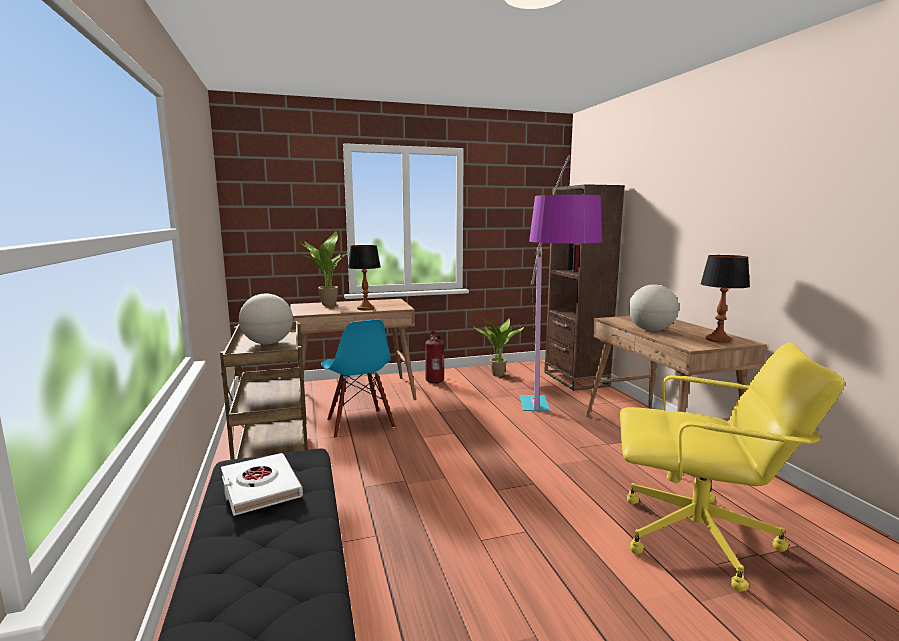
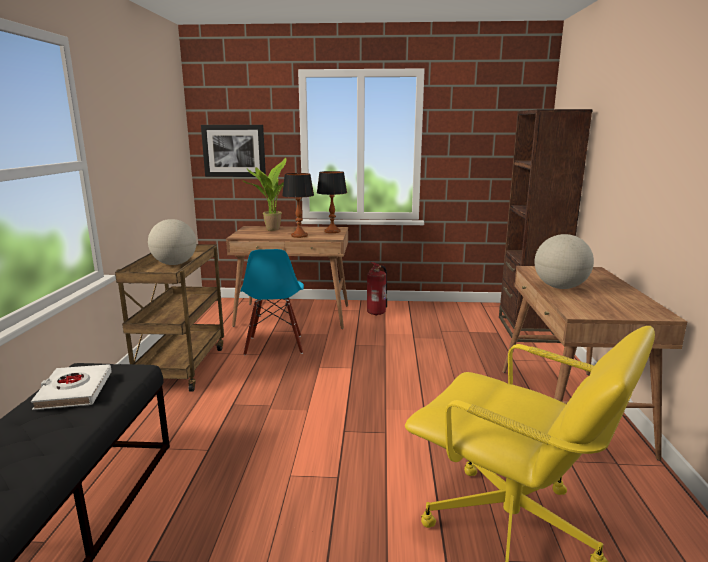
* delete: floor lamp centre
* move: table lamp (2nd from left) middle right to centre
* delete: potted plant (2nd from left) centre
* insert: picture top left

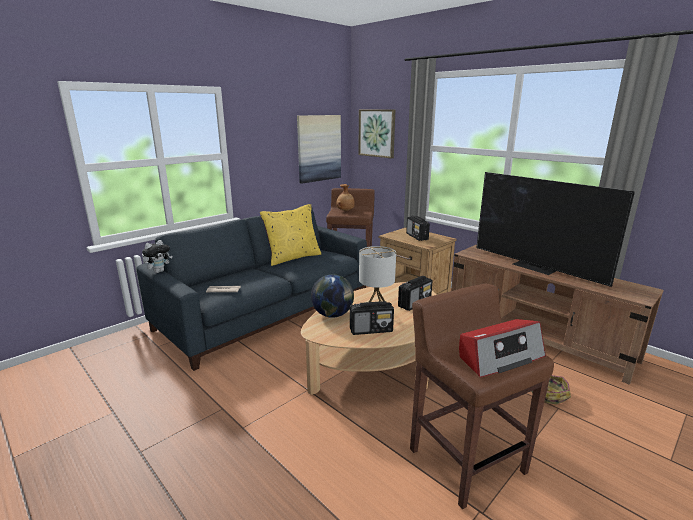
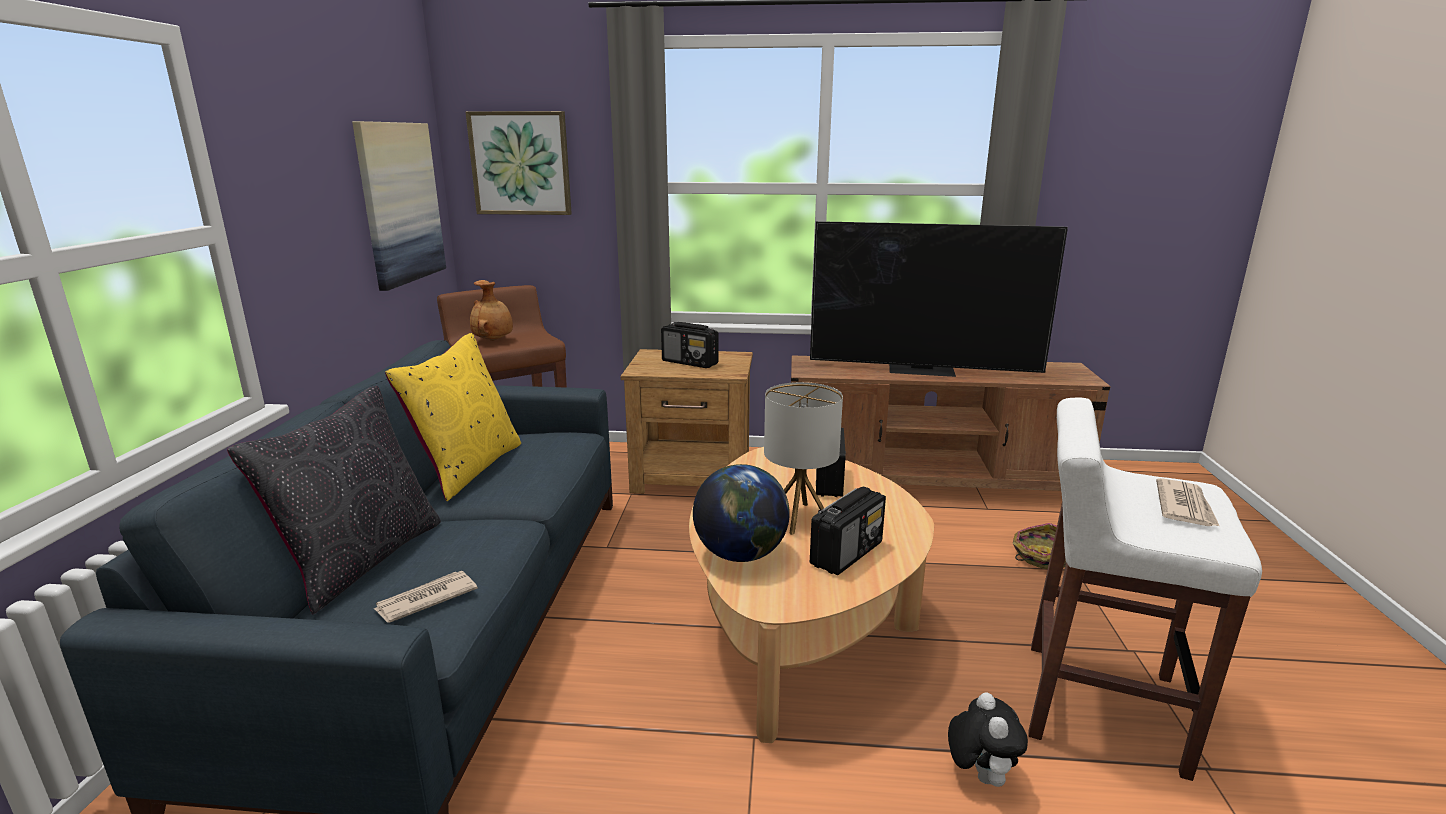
* move: plush toy middle left to bottom right
* recolor: brown stool (2nd from left) bottom right to white stool bottom right
* replace: radio (4th from left) bottom right to newspaper (2nd from left) middle right
* insert: black pillow middle left

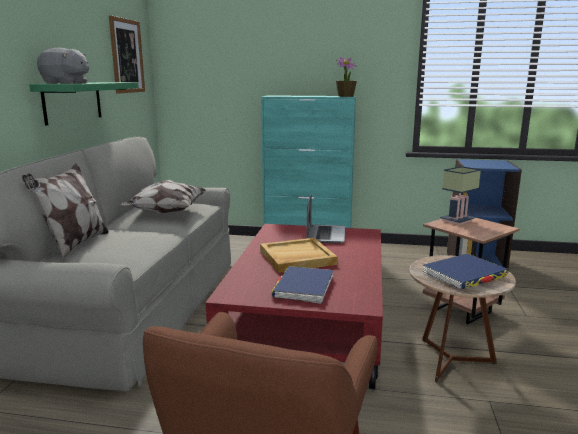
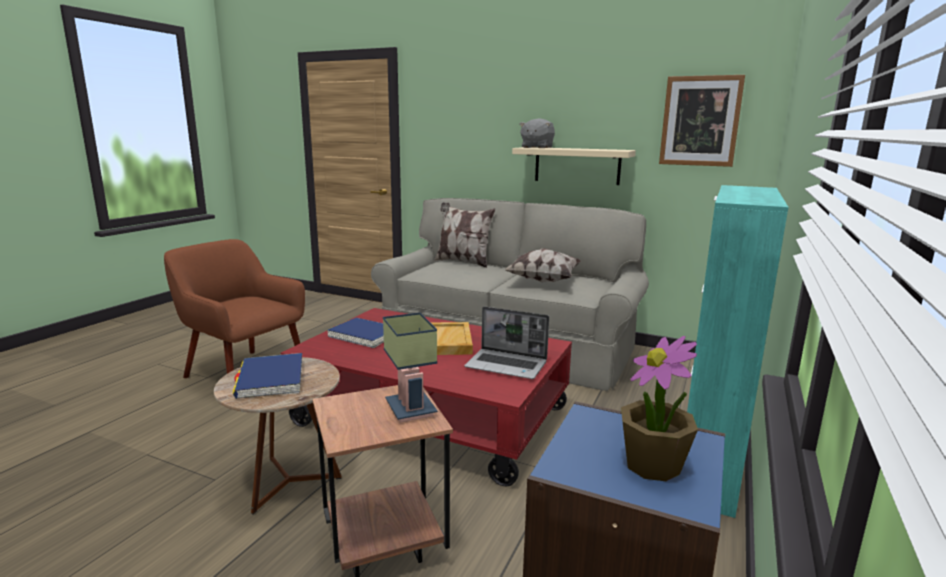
* move: potted plant top centre to bottom right
* recolor: green shelf top left to beige shelf top centre

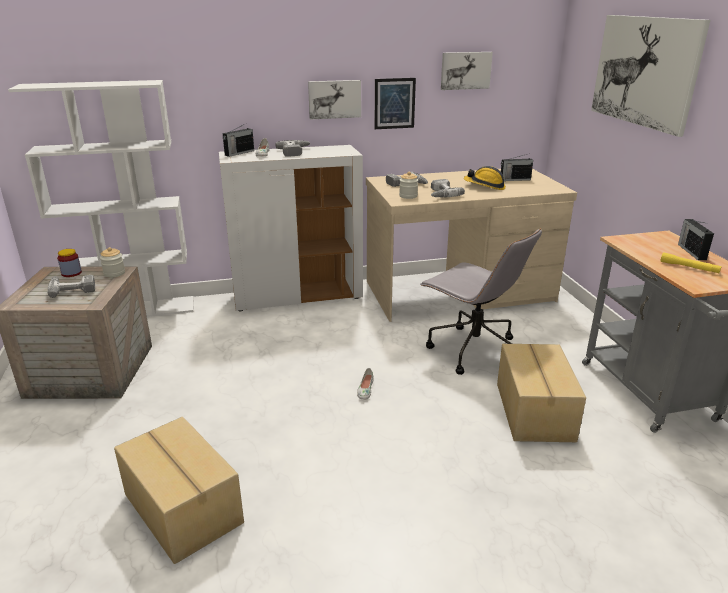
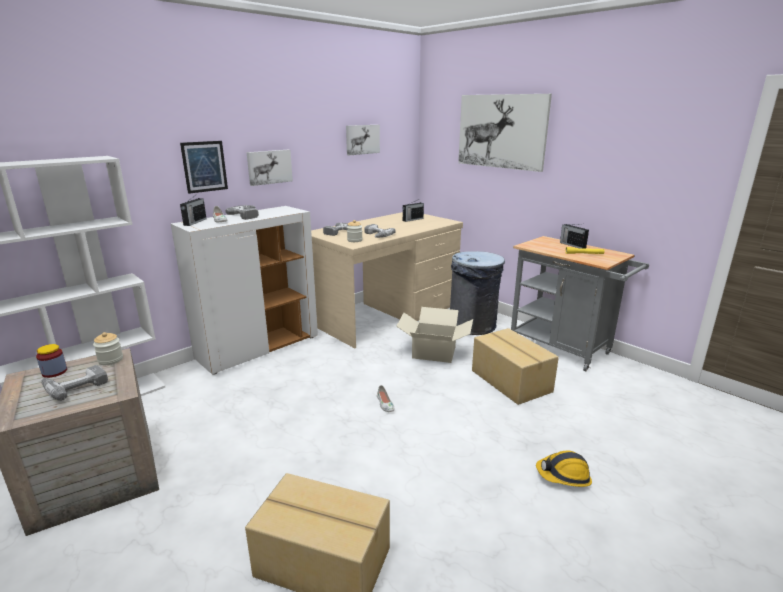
* move: picture (2nd from left in the first image) top centre to picture (1st from left) top left
* move: hard hat top centre to bottom right
* replace: grey office chair centre to cardboard box (2nd from left) centre
* insert: grey trash can centre

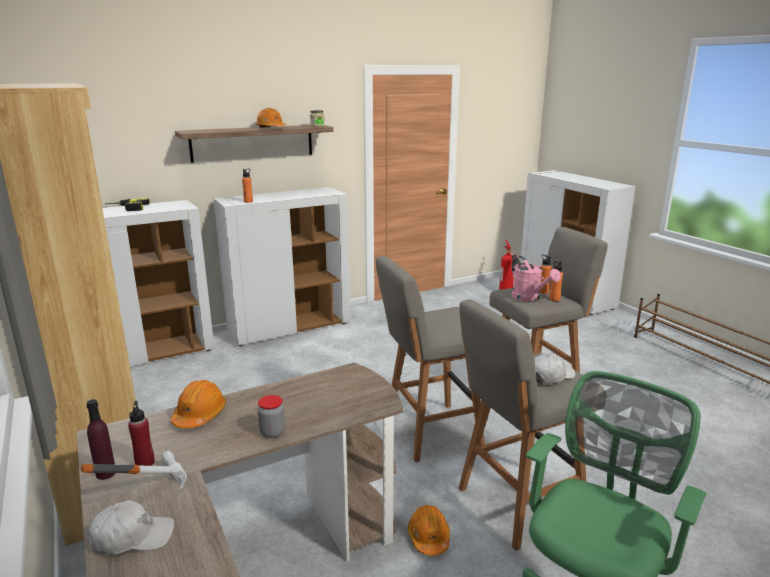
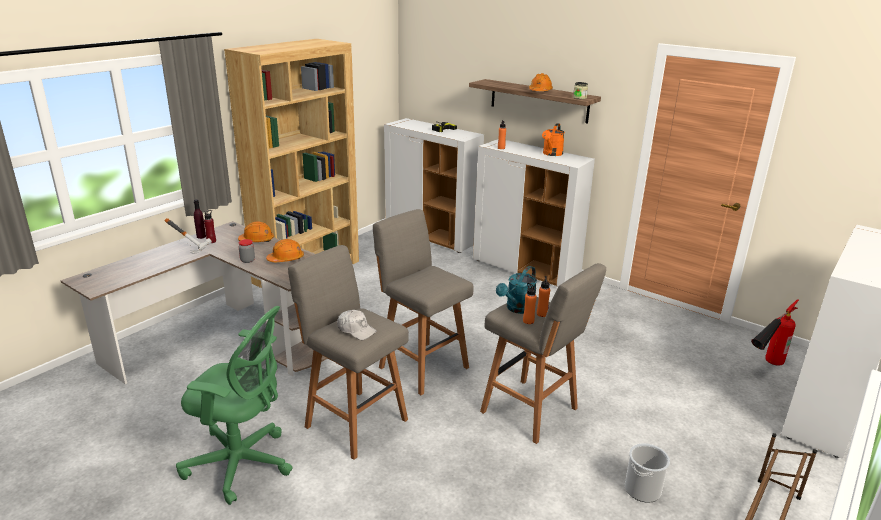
* recolor: pink watering can middle right to turquoise watering can centre
* delete: white cap (1st from left) bottom left
* move: orange hard hat (3rd from left in the first image) bottom centre to orange hard hat (2nd from left) middle left
* insert: orange watering can top centre
* insert: bucket bottom right

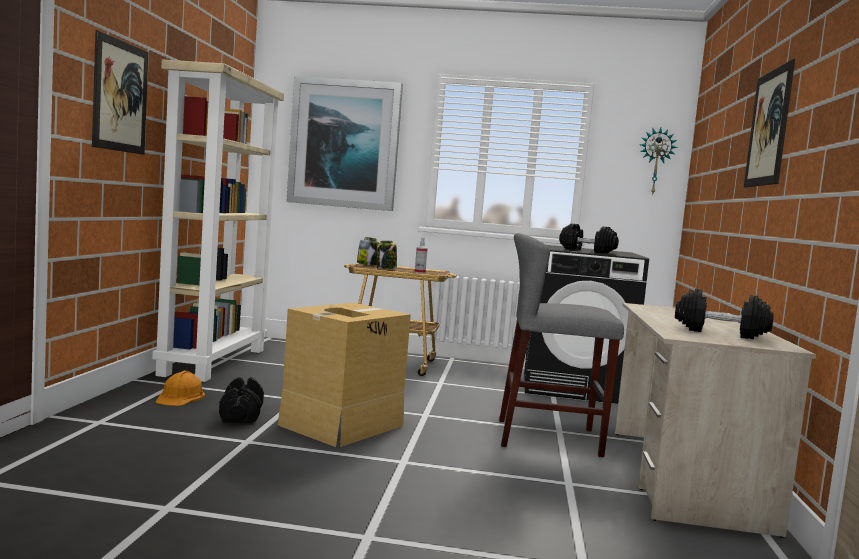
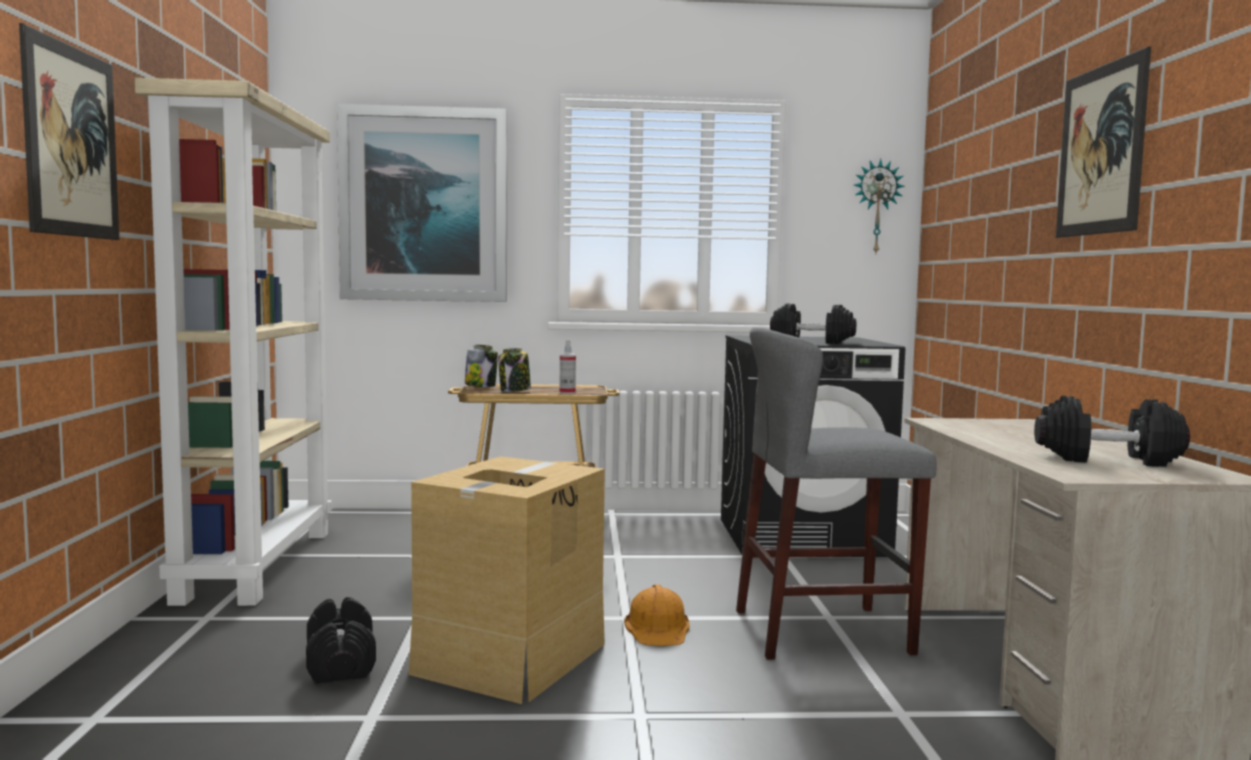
* move: orange hard hat bottom left to bottom centre

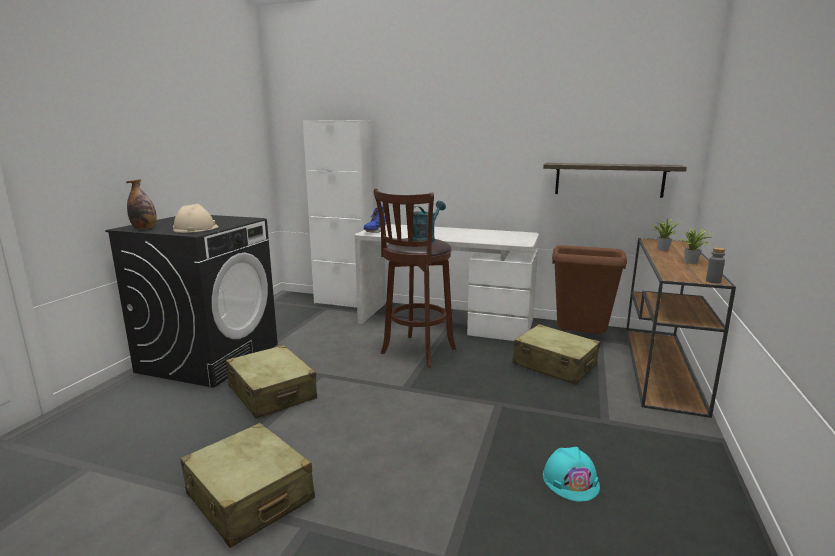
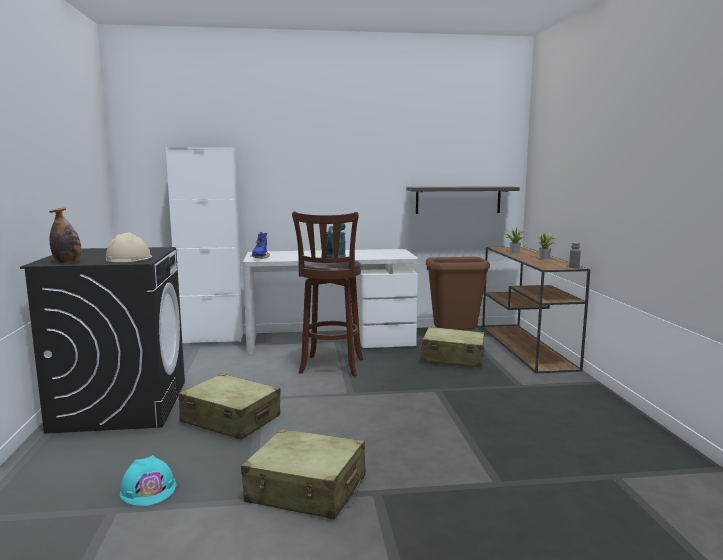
* move: turquoise hard hat bottom right to bottom left

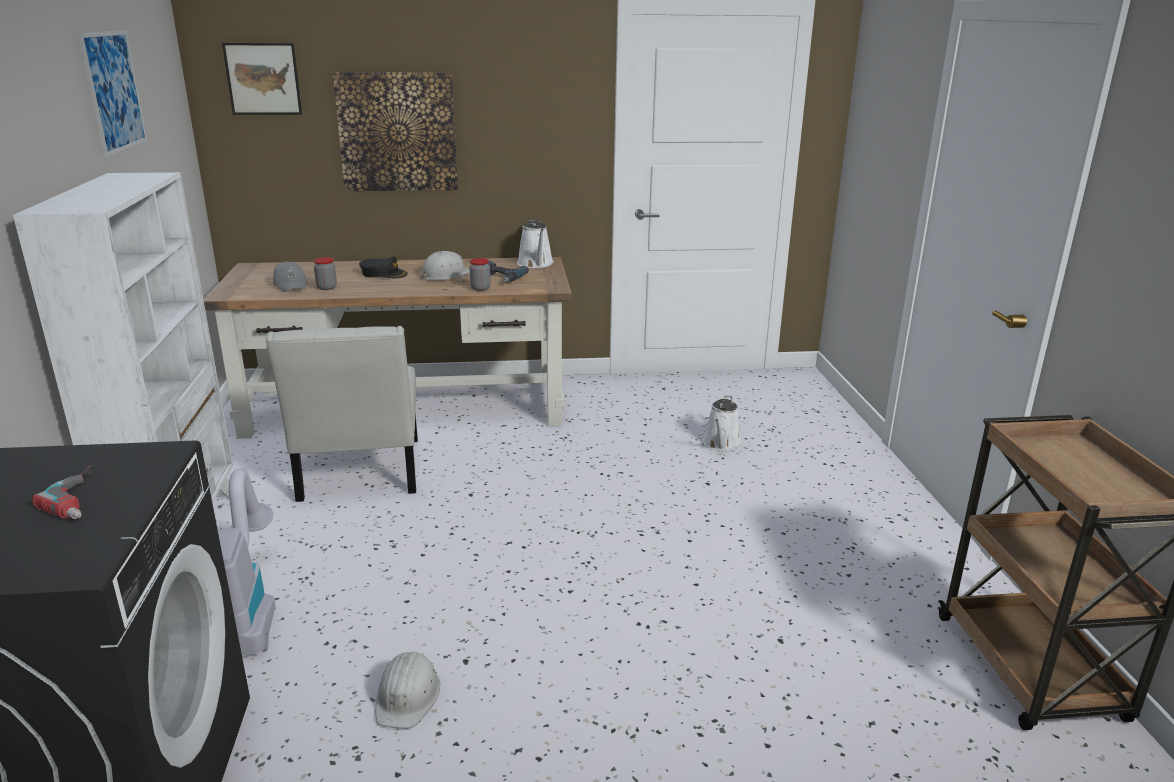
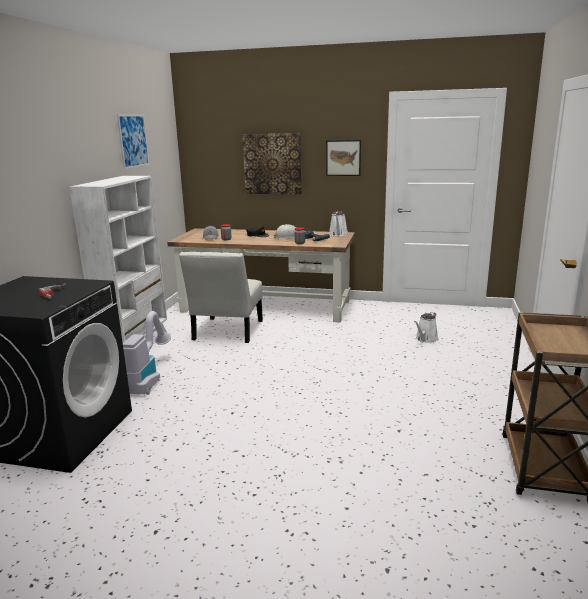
* move: picture (2nd from left in the first image) top left to picture (3rd from left) top centre
* delete: white hard hat (1st from left) bottom centre

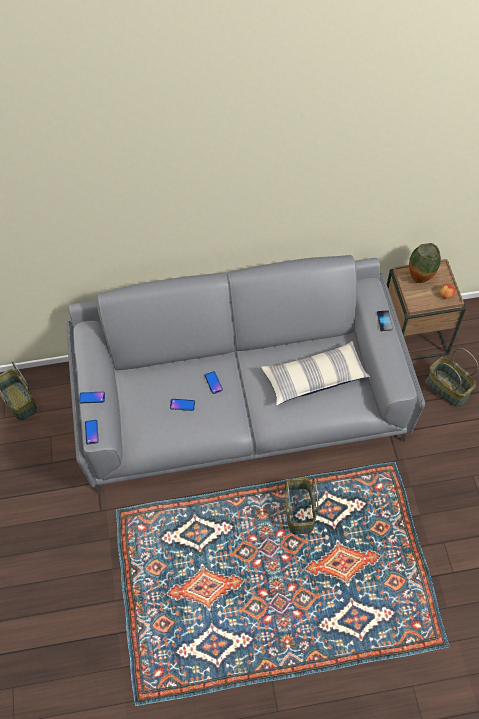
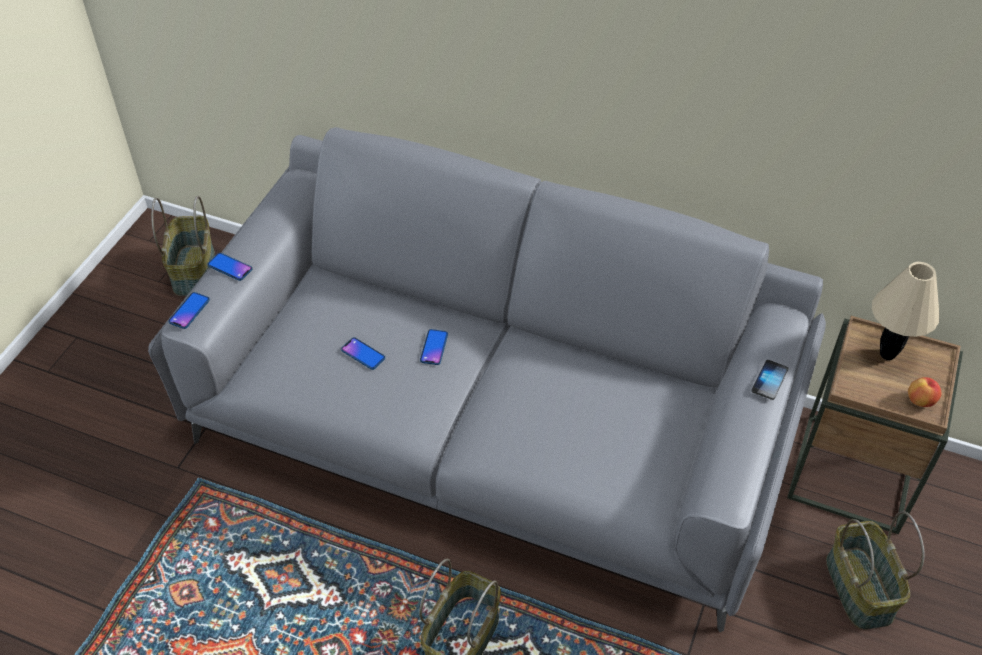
* replace: vase middle right to beige table lamp middle right
* delete: pillow centre

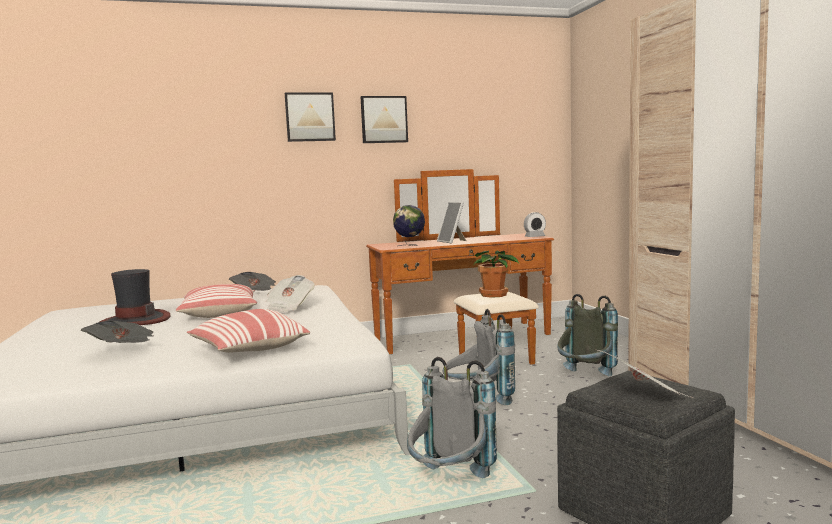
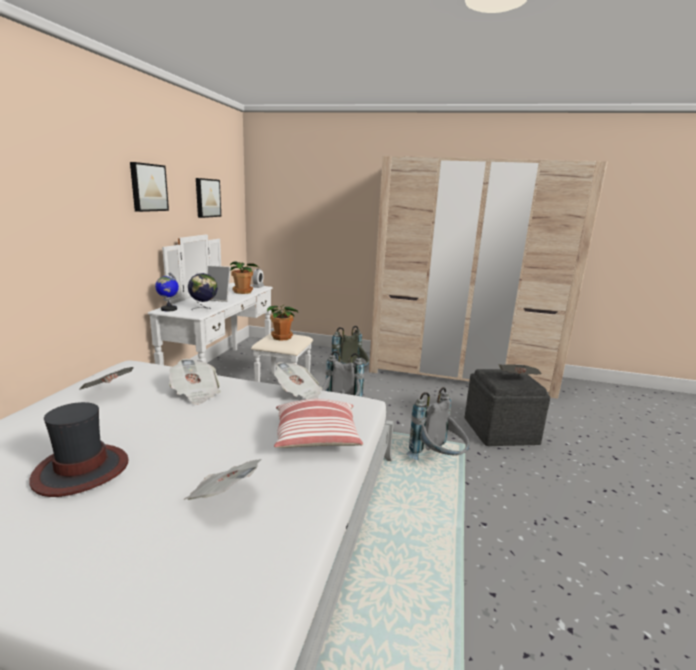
* move: picture (1st from left in the first image) top centre to picture (2nd from left) top left
* recolor: brown dresser centre to white dresser middle left
* delete: pillow (1st from left) middle left
* insert: potted plant (1st from left) centre
* insert: globe (1st from left) middle left
* insert: newspaper (4th from left) centre

